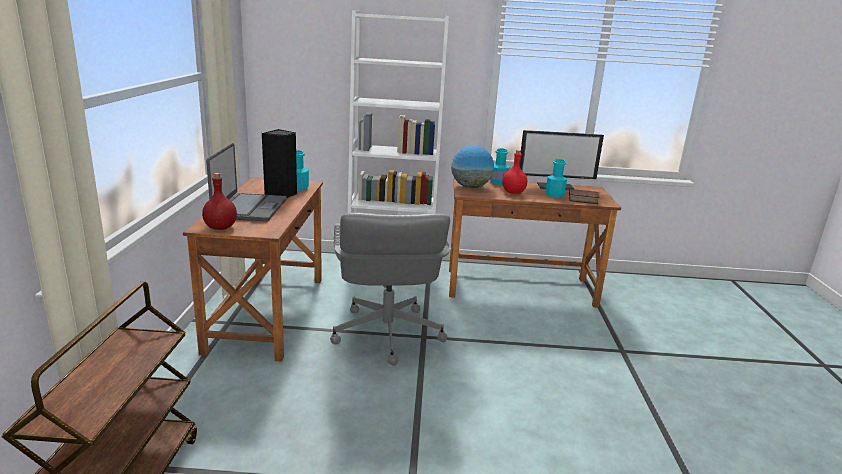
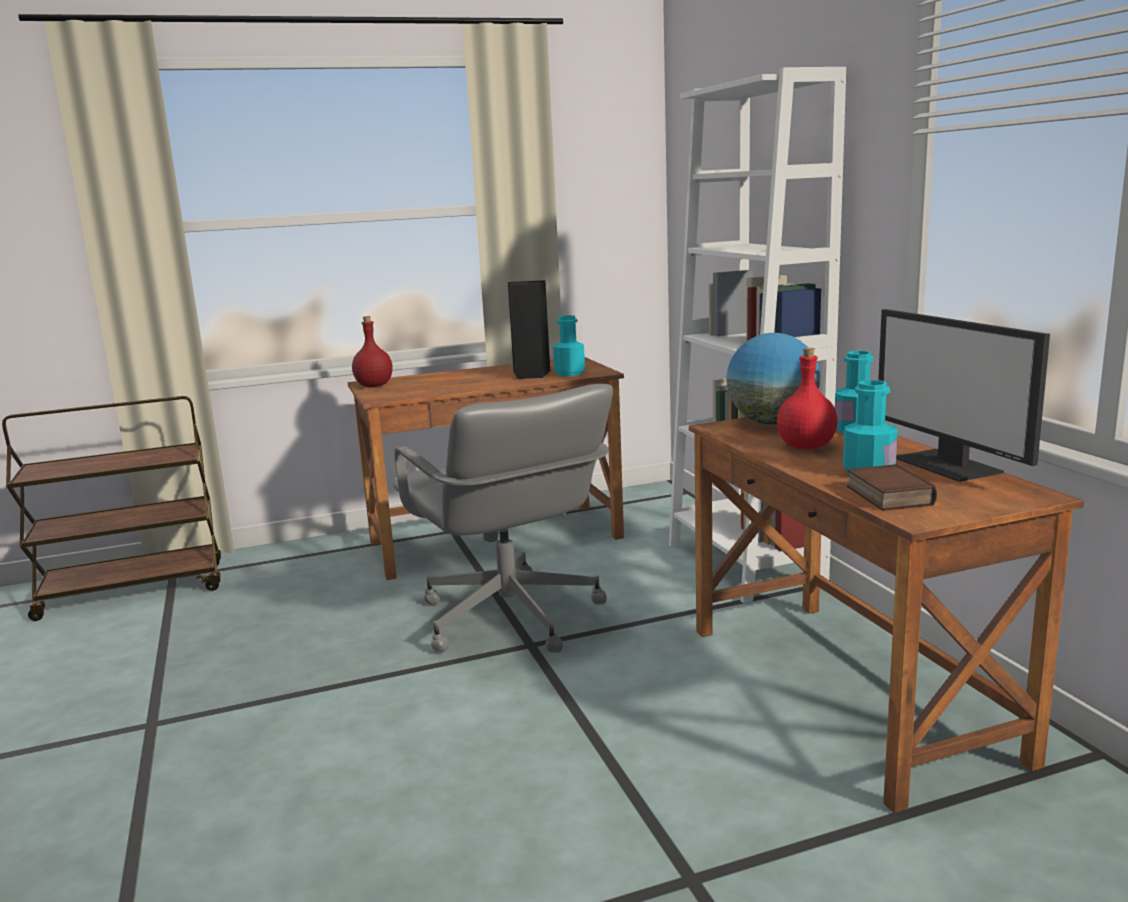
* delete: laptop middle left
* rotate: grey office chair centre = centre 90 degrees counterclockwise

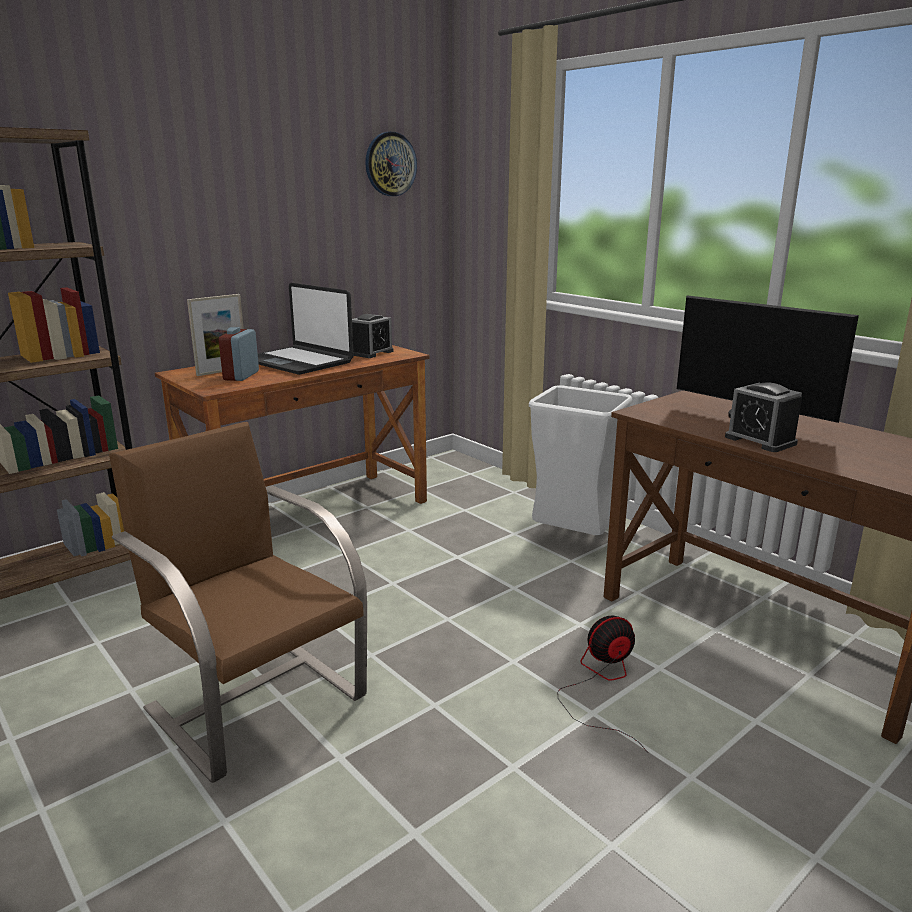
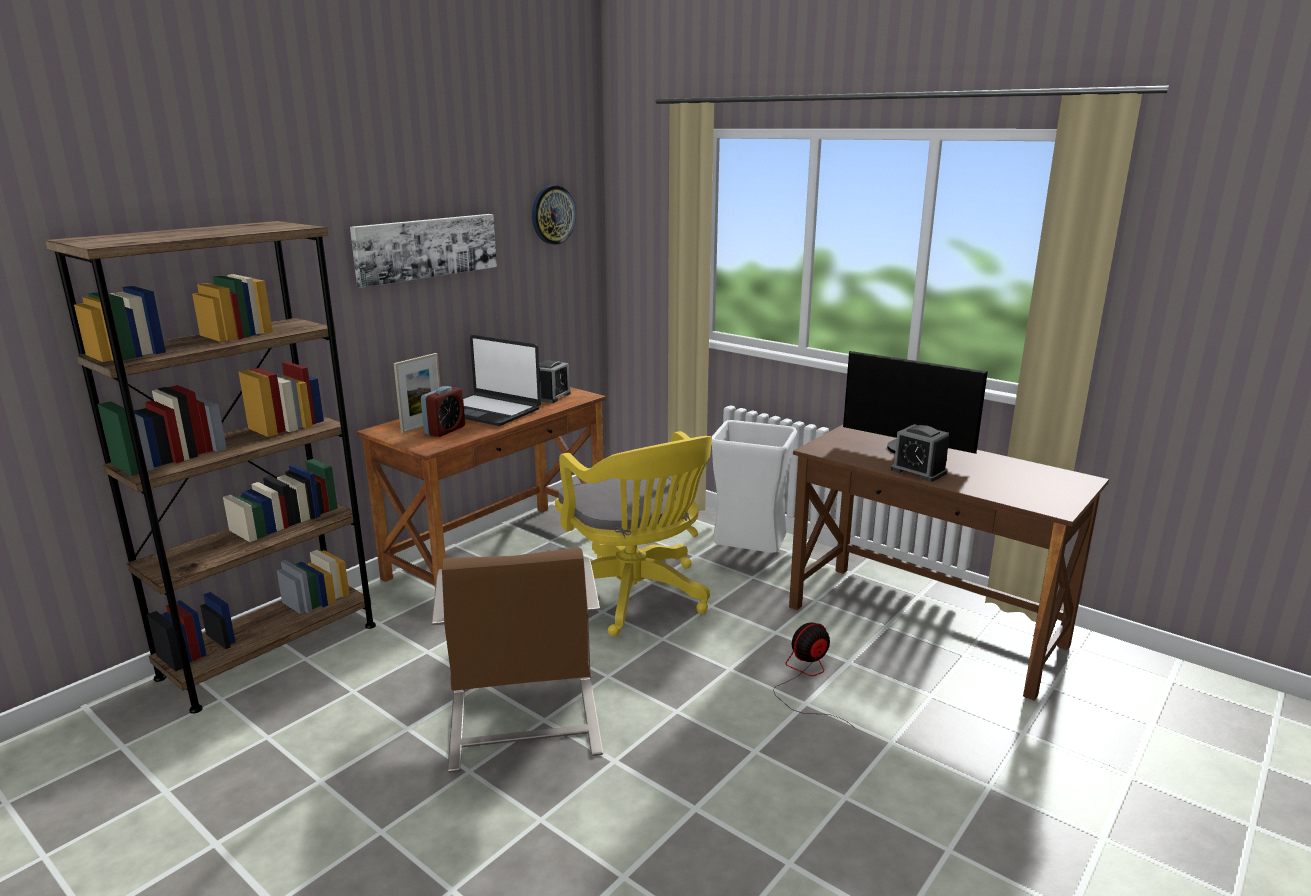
* rotate: alarm clock (1st from left) middle left = centre 150 degrees counterclockwise
* rotate: brown chair middle left = bottom centre 135 degrees counterclockwise
* insert: picture top left
* insert: yellow office chair centre

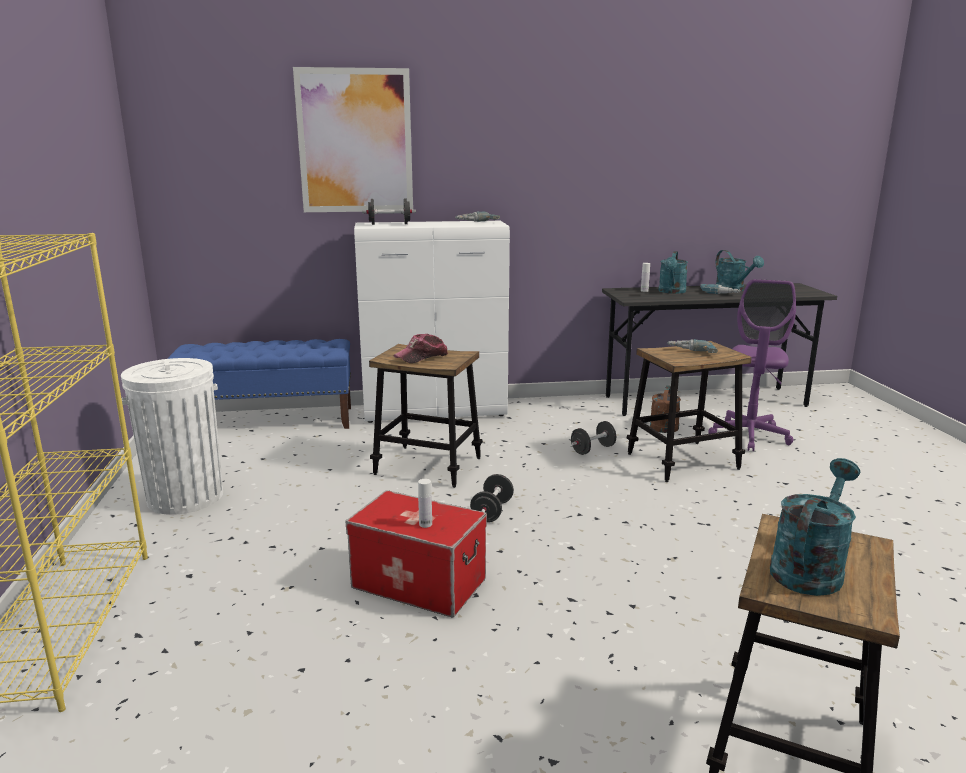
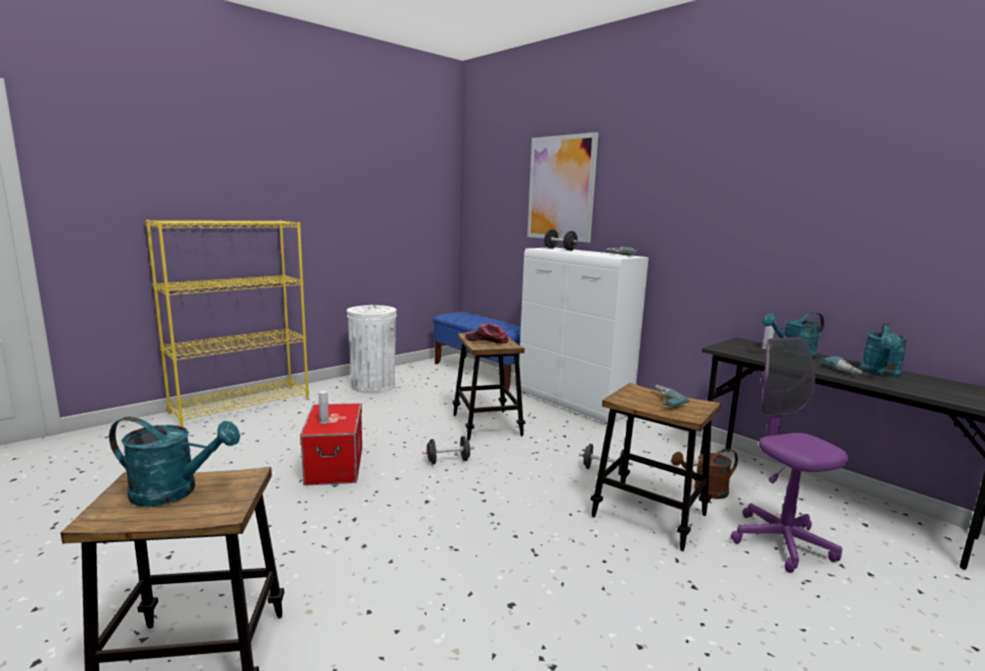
* rotate: purple office chair middle right = bottom right 90 degrees clockwise

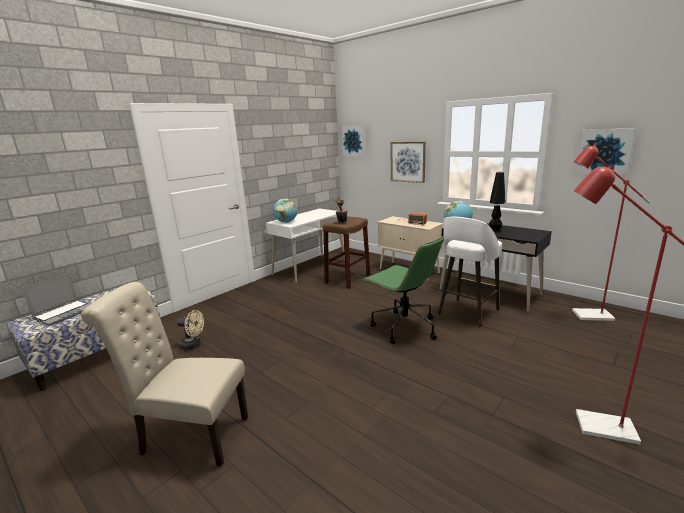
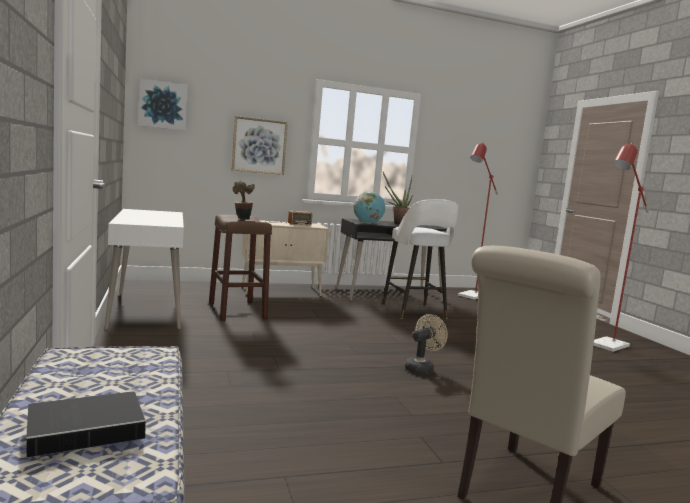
* delete: picture (3rd from left) top right
* replace: black table lamp middle right to potted plant (2nd from left) centre
* delete: globe (1st from left) centre
* delete: green office chair centre
* replace: laptop middle left to book bottom left
* move: beige fan middle left to bottom centre

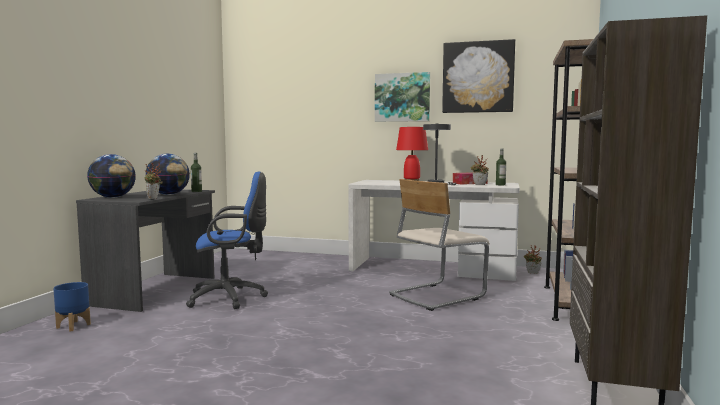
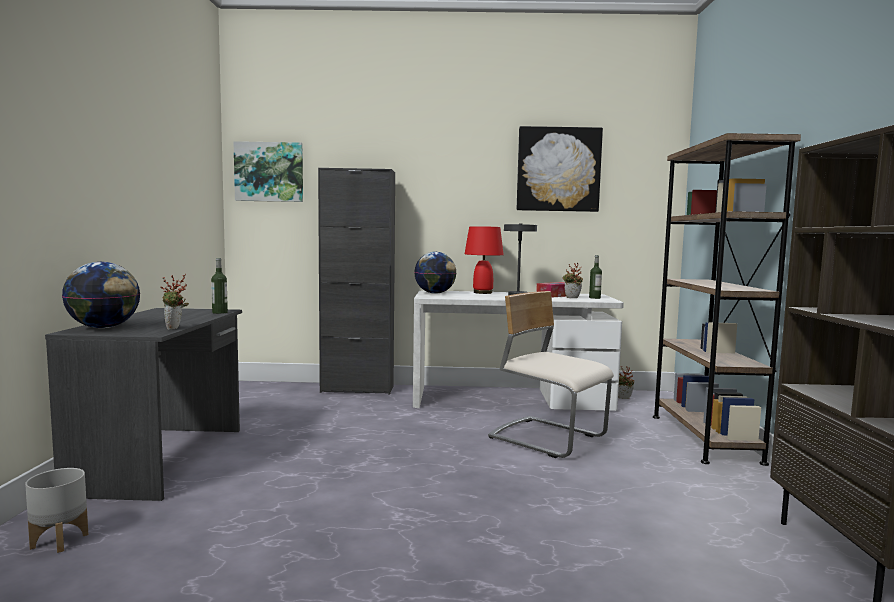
* move: picture (1st from left) top centre to top left
* move: globe (2nd from left) middle left to centre
* delete: blue office chair middle left
* rotate: beige chair centre = centre 90 degrees clockwise
* recolor: blue planter bottom left to grey planter bottom left
* insert: black cabinet centre

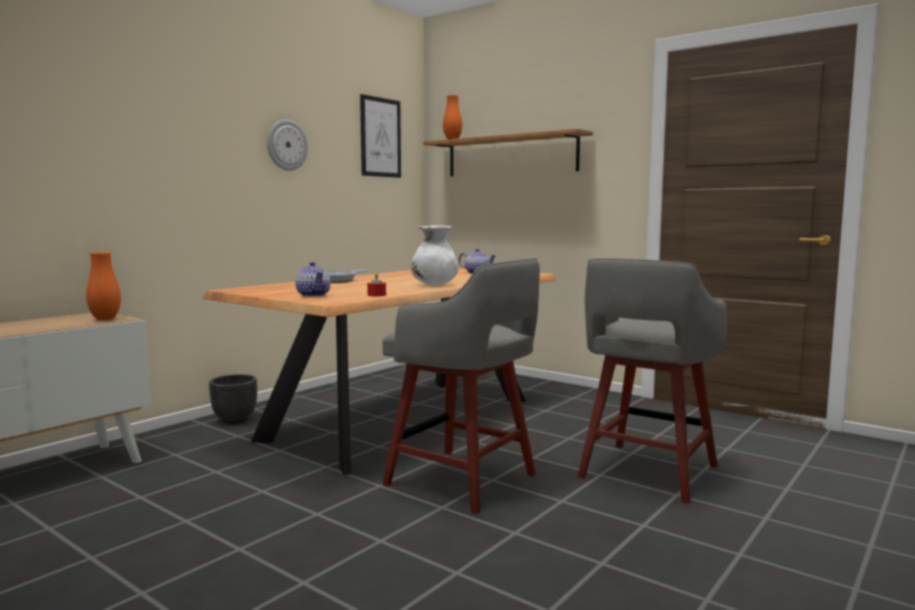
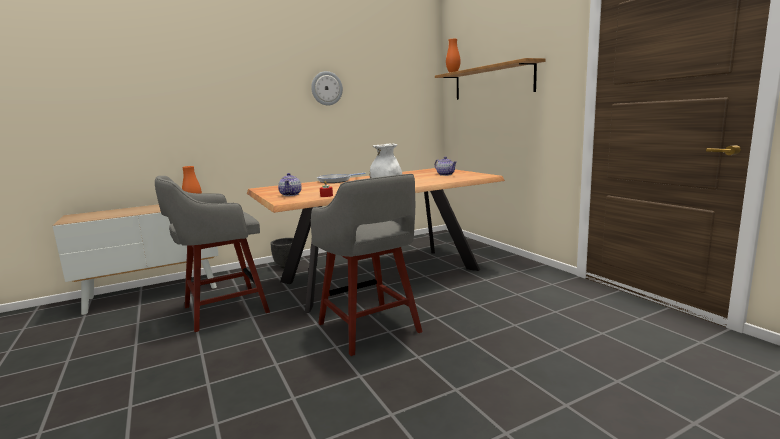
* delete: picture top centre
* move: grey stool (2nd from left in the first image) middle right to grey stool (1st from left) middle left

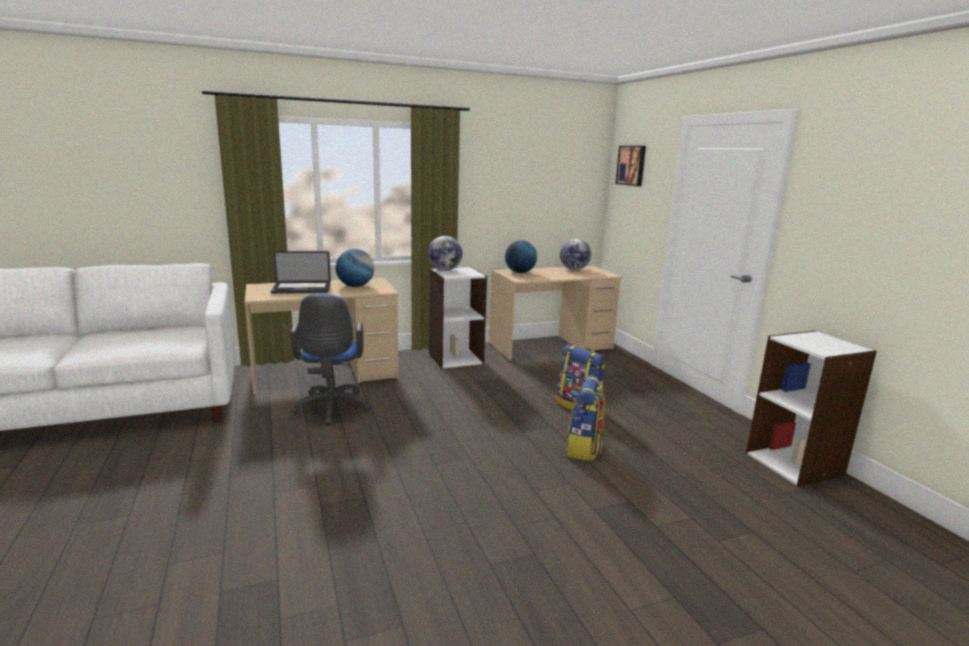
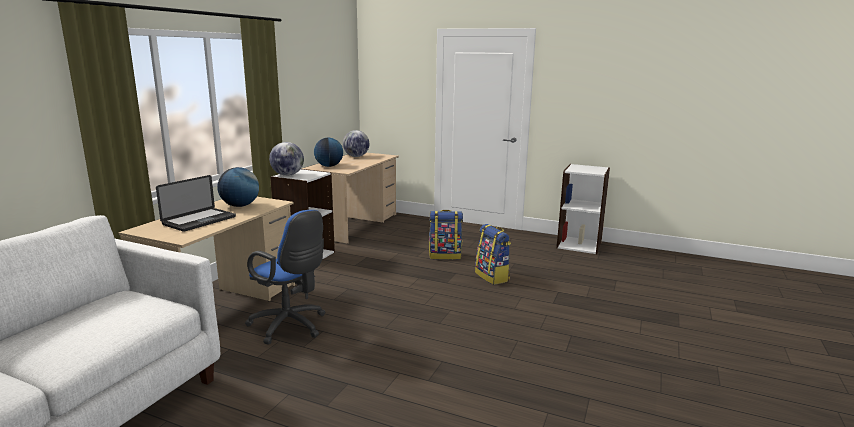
* delete: picture top centre

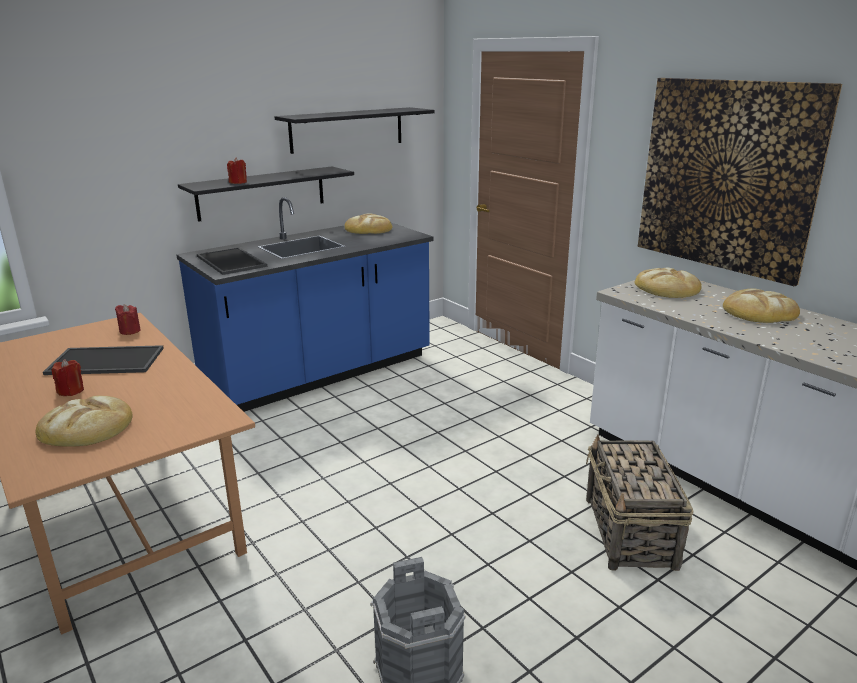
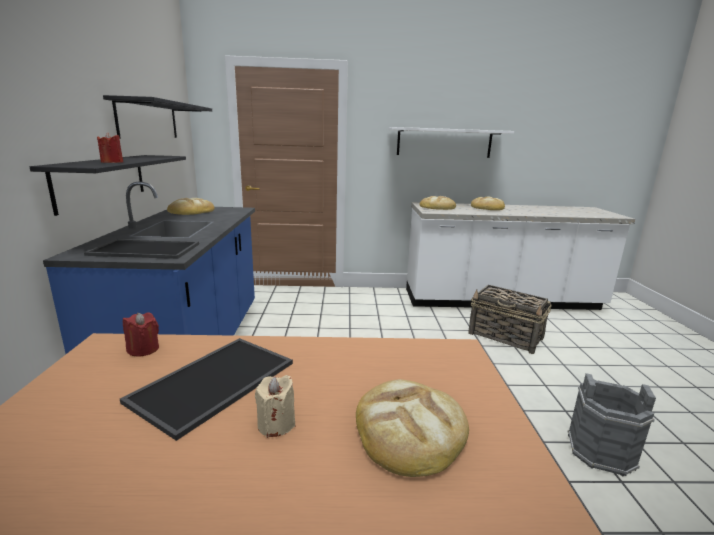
* replace: picture top right to white shelf top centre
* recolor: red candle (1st from left) middle left to beige candle bottom centre

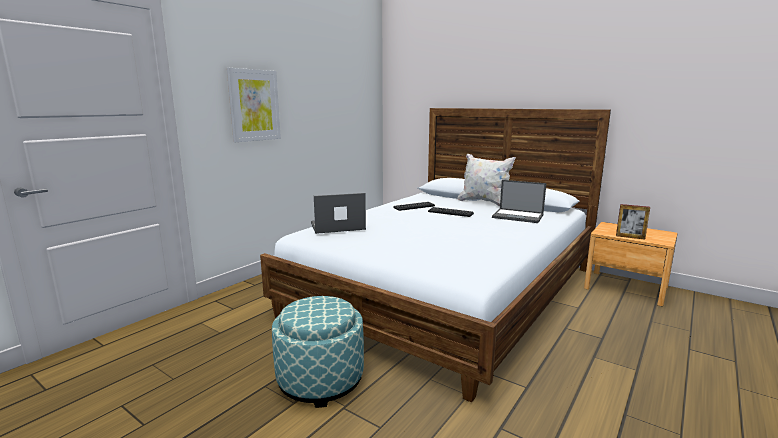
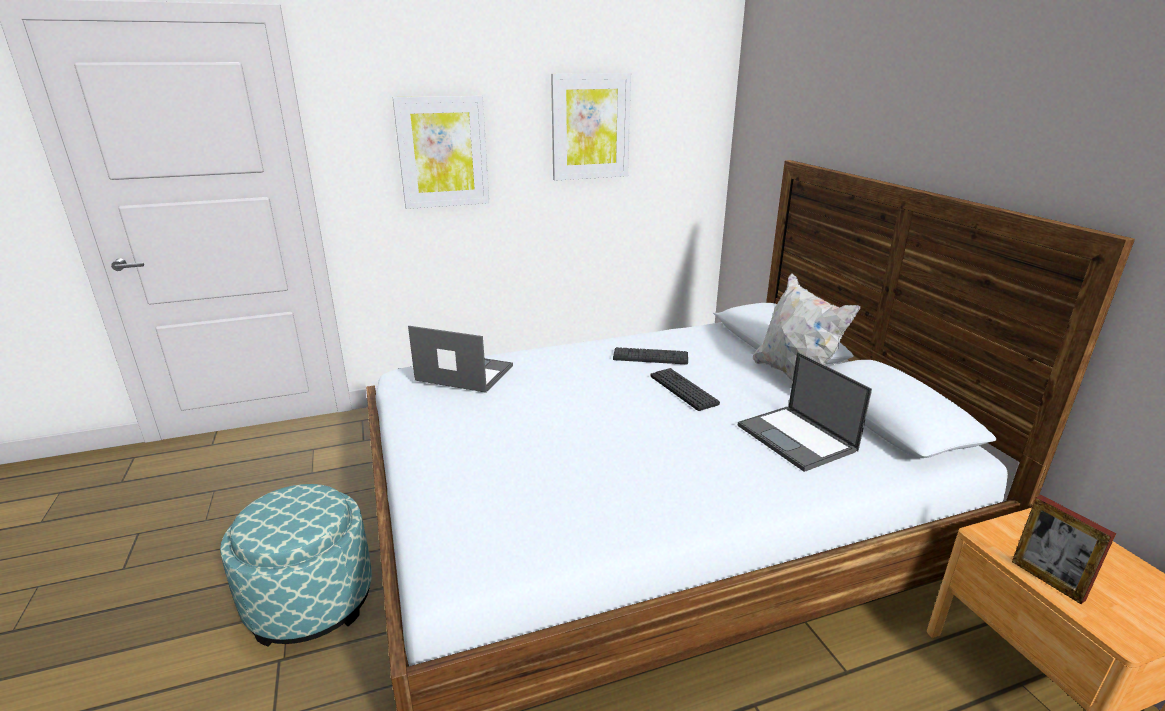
* insert: picture (2nd from left) top centre

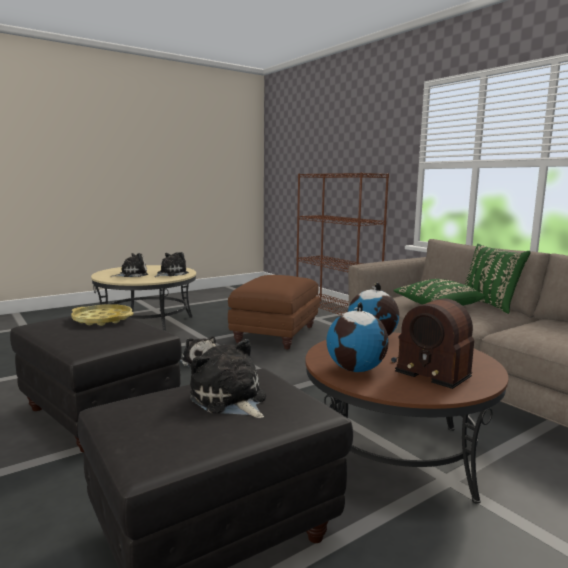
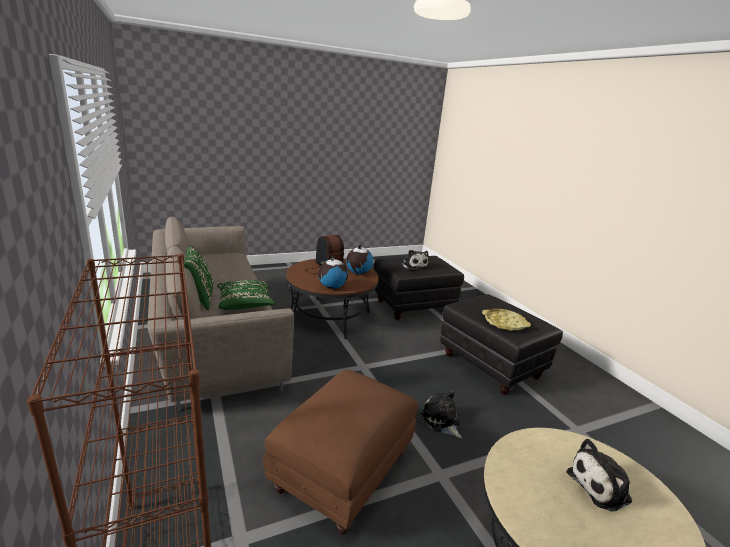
* delete: plush toy (2nd from left) middle left

